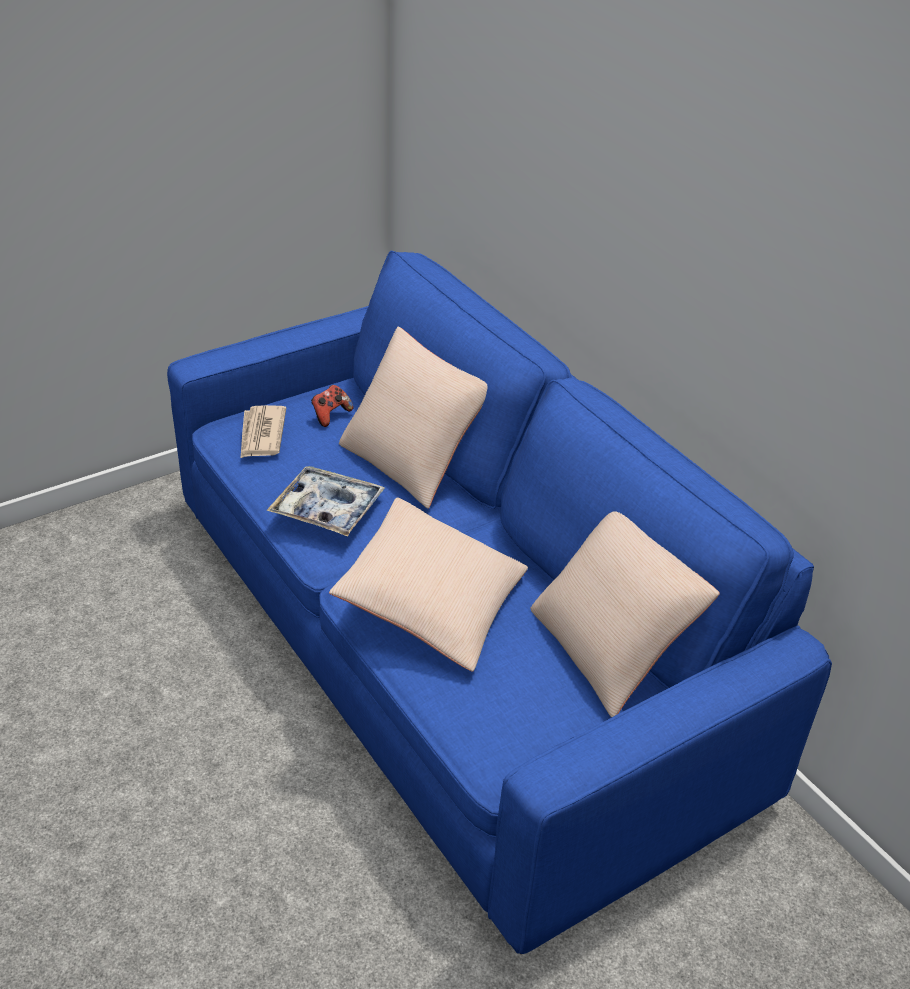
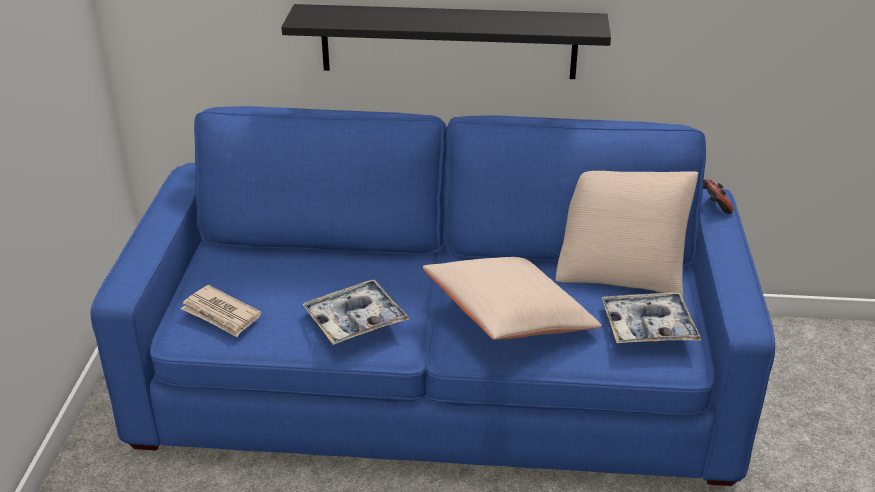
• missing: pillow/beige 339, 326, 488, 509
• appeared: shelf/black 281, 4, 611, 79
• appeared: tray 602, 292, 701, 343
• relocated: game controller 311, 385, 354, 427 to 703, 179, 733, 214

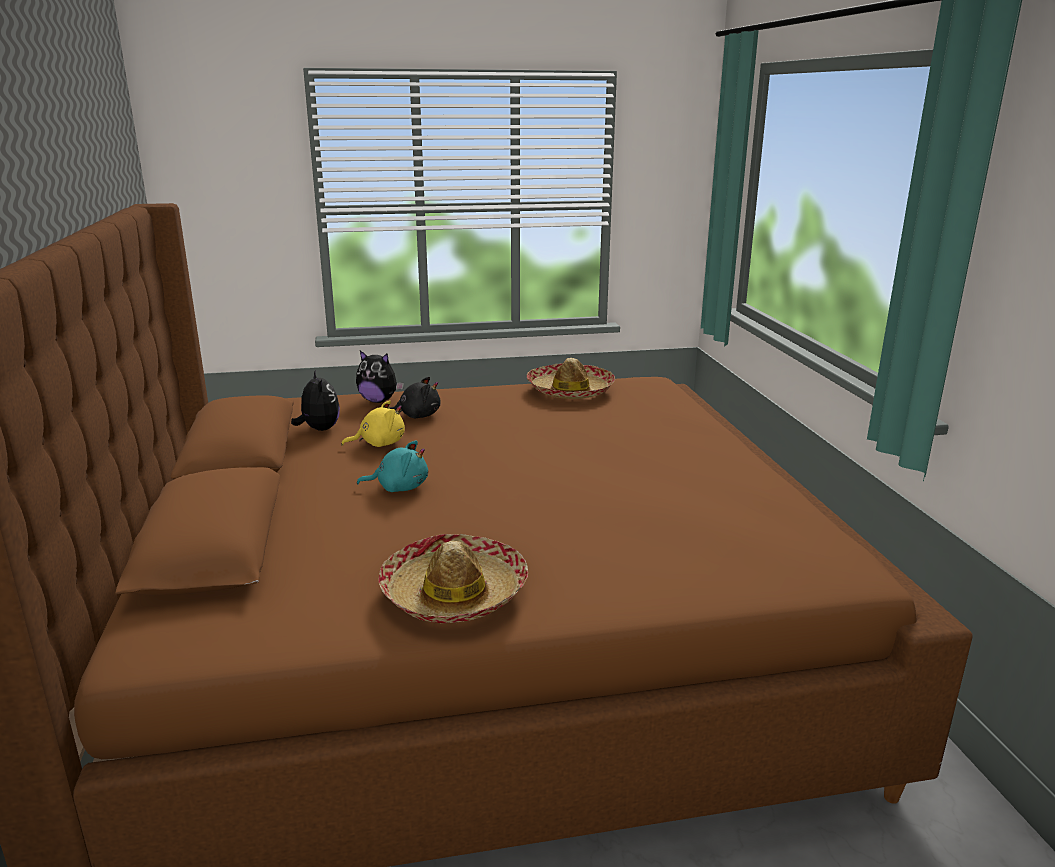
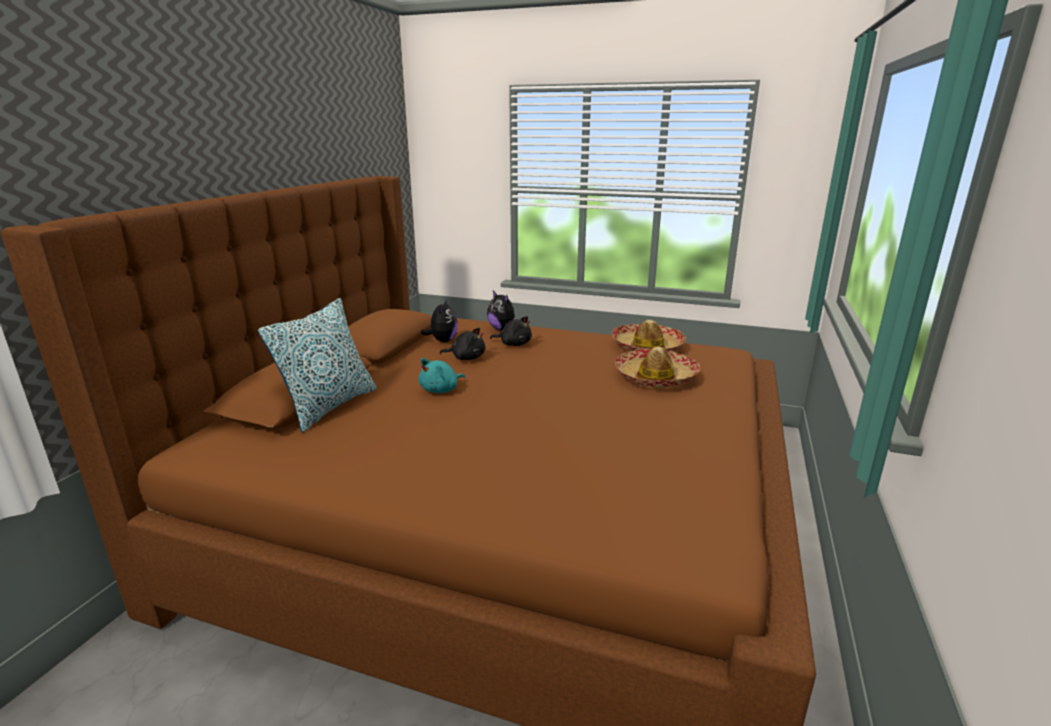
• appeared: pillow 258, 298, 377, 433
• relocated: hat 379, 534, 528, 623 to 615, 347, 700, 388
• colour: plush toy/yellow 341, 400, 405, 447 to plush toy/black 440, 328, 485, 360
• spun: plush toy/turquoise 357, 440, 428, 492 = 419, 358, 465, 393 105 degrees clockwise

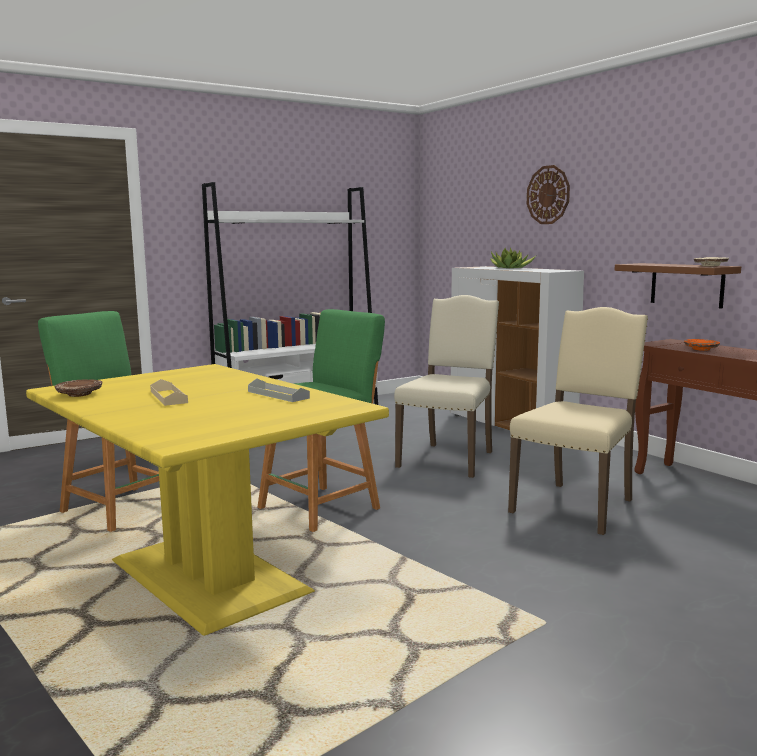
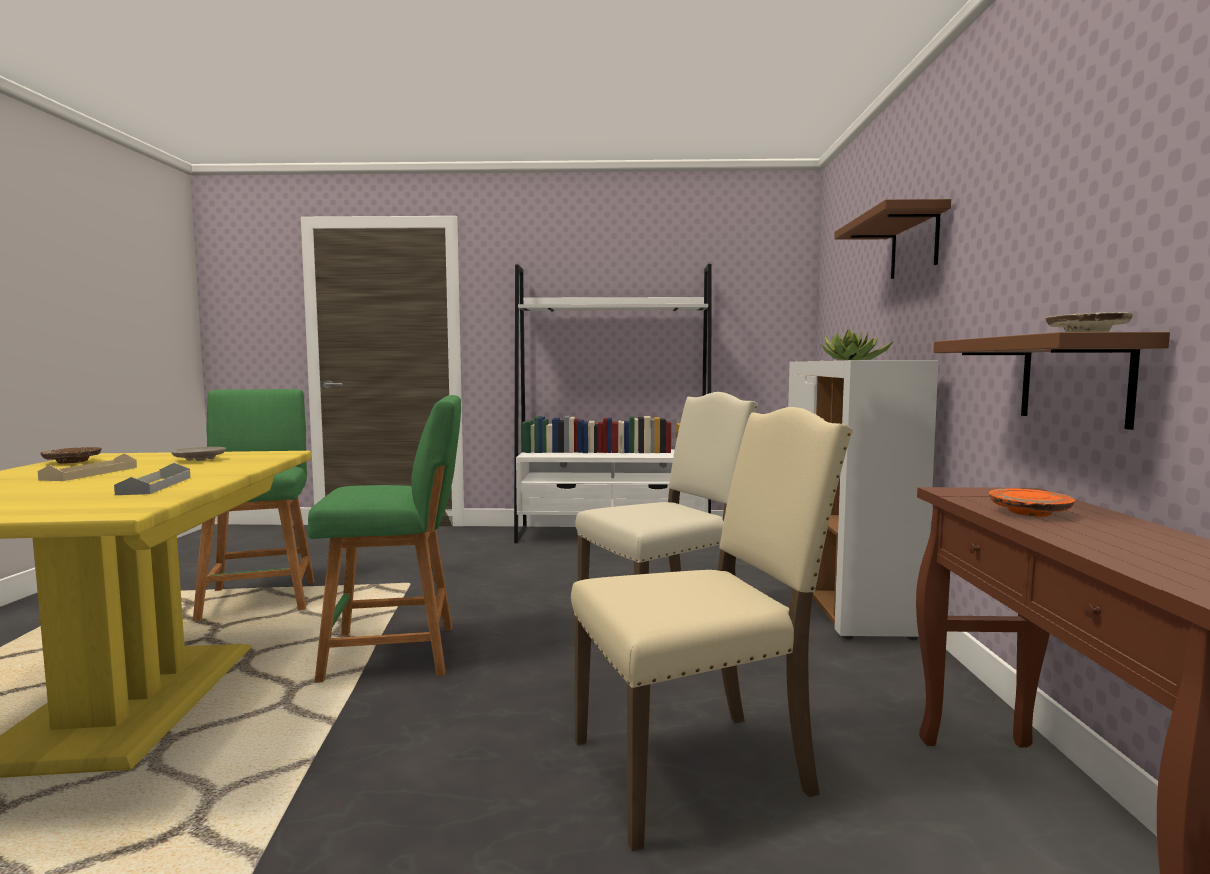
• appeared: plate/beige 171, 447, 226, 461
• exchanged: wall clock 527, 165, 570, 224 to shelf/brown 834, 199, 951, 279

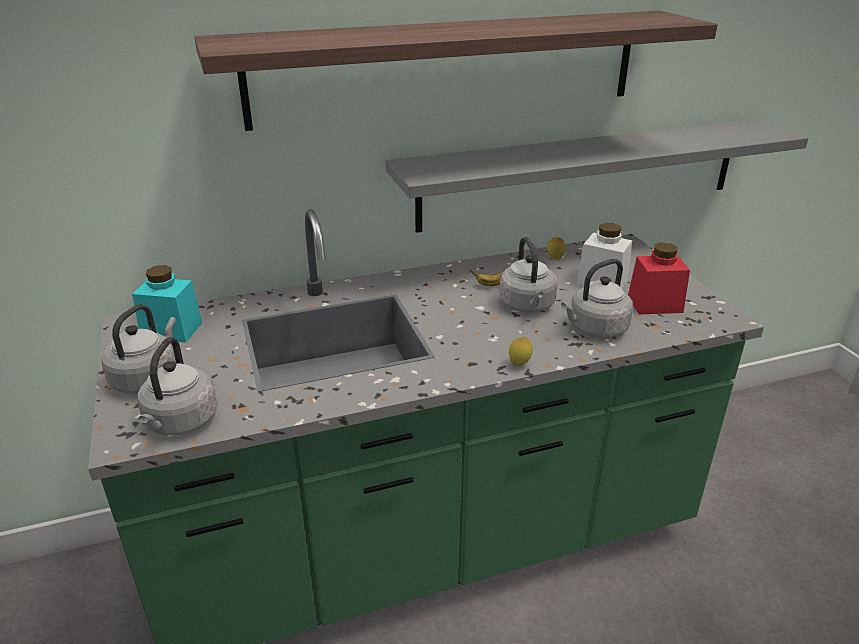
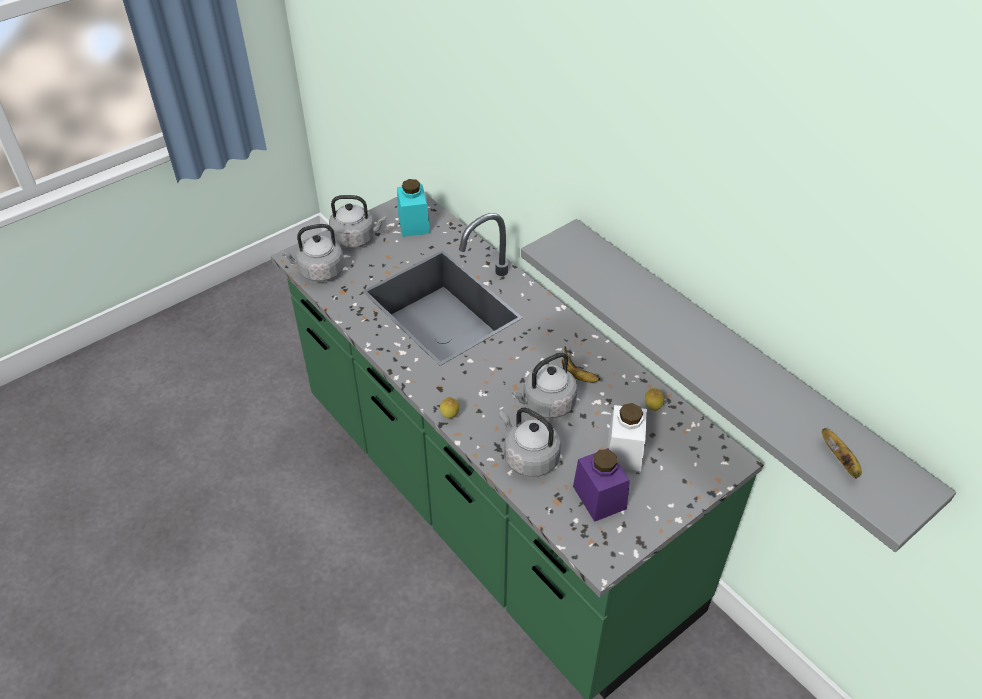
• missing: shelf 194, 11, 718, 131
• appeared: banana 822, 428, 861, 478
• colour: jar/red 628, 242, 690, 315 to jar/purple 573, 448, 630, 522

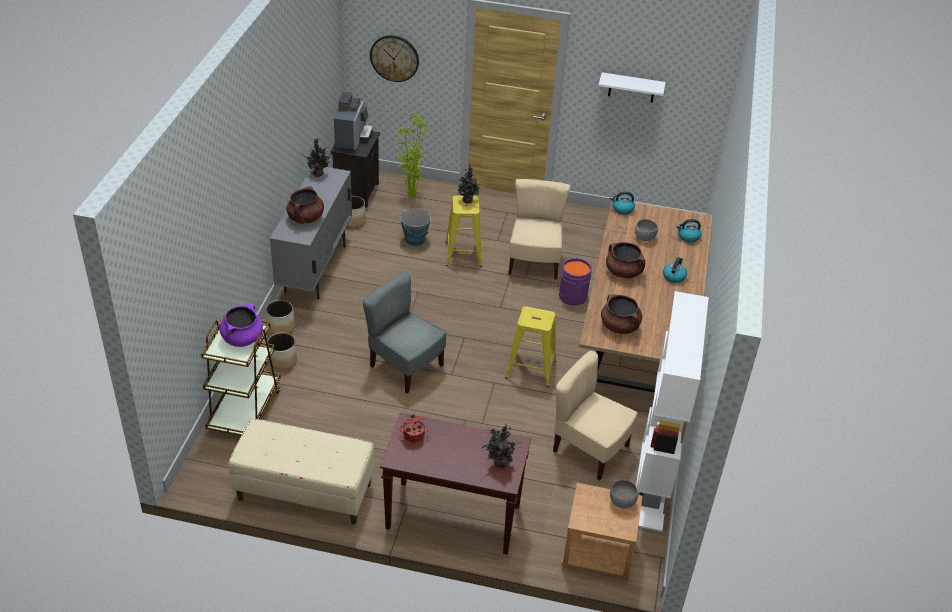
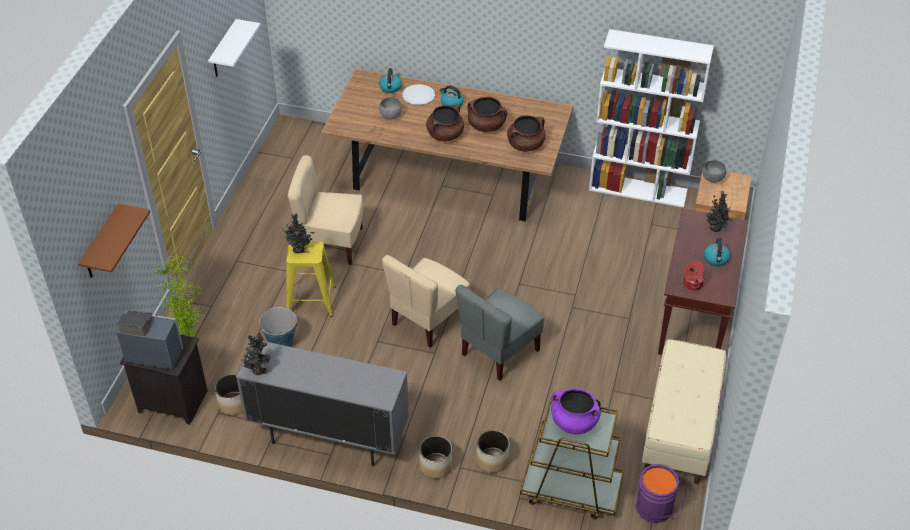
• missing: stool/yellow 505, 306, 557, 387
• appeared: plate/white 403, 84, 435, 105
• relocated: cooking pot/brown 287, 186, 324, 224 to 468, 97, 507, 132
• relocated: chair/beige 553, 350, 637, 480 to 382, 255, 470, 348
• relocated: bucket/purple 557, 258, 592, 306 to 633, 464, 686, 523
• relocated: kettle 610, 191, 635, 215 to 704, 238, 731, 266
• exchanged: wall clock 370, 35, 419, 82 to shelf/brown 78, 204, 150, 278

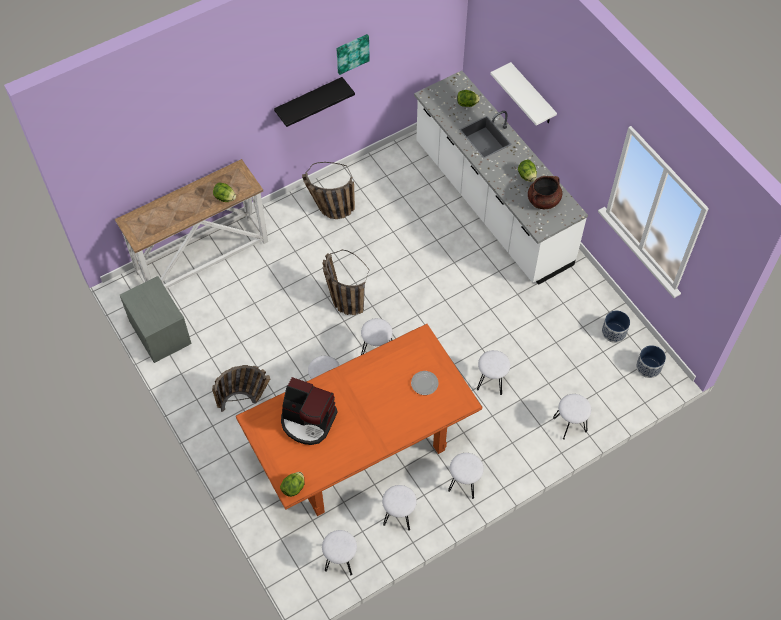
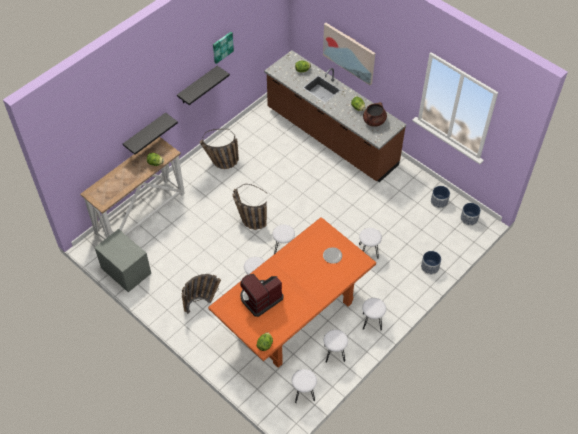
• appeared: shelf/black 123, 112, 178, 155
• exchanged: shelf/white 490, 62, 557, 125 to picture 323, 23, 375, 86
• exchanged: stool/white 553, 394, 591, 440 to planter 421, 251, 441, 275
• colour: counter/white 414, 71, 588, 285 to counter/brown 264, 50, 406, 182
• spun: coffee machine 281, 377, 338, 445 = 240, 274, 283, 317 135 degrees clockwise

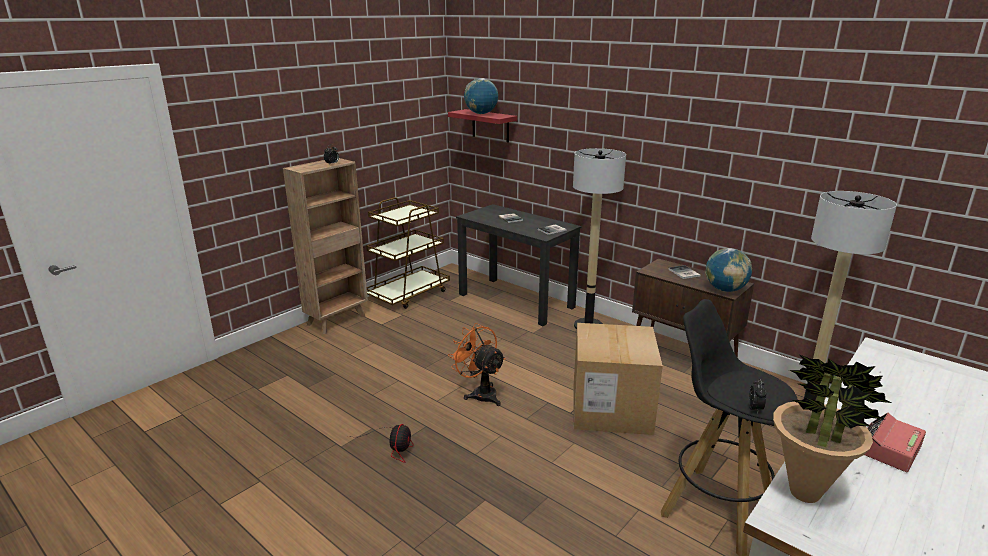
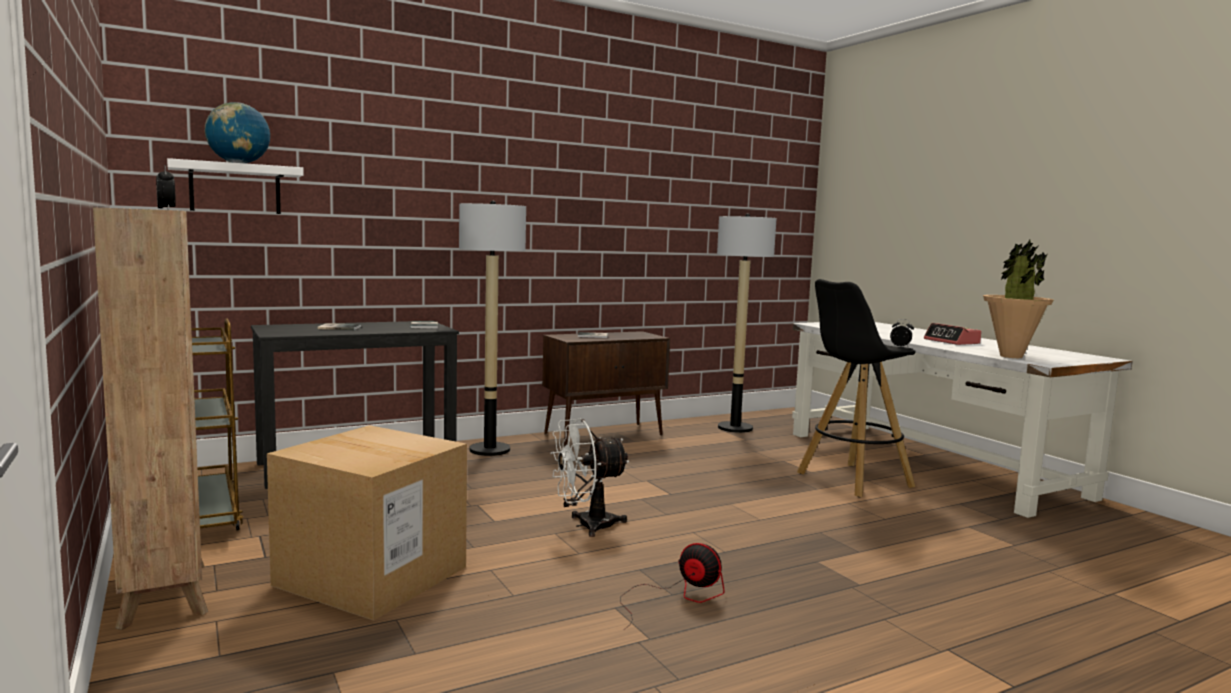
• missing: globe 706, 248, 752, 292
• relocated: cardboard box 573, 323, 663, 435 to 267, 425, 467, 621
• colour: shelf/red 448, 109, 517, 142 to shelf/white 167, 158, 304, 214
• colour: fan/orange 448, 323, 506, 406 to fan/white 550, 418, 630, 537

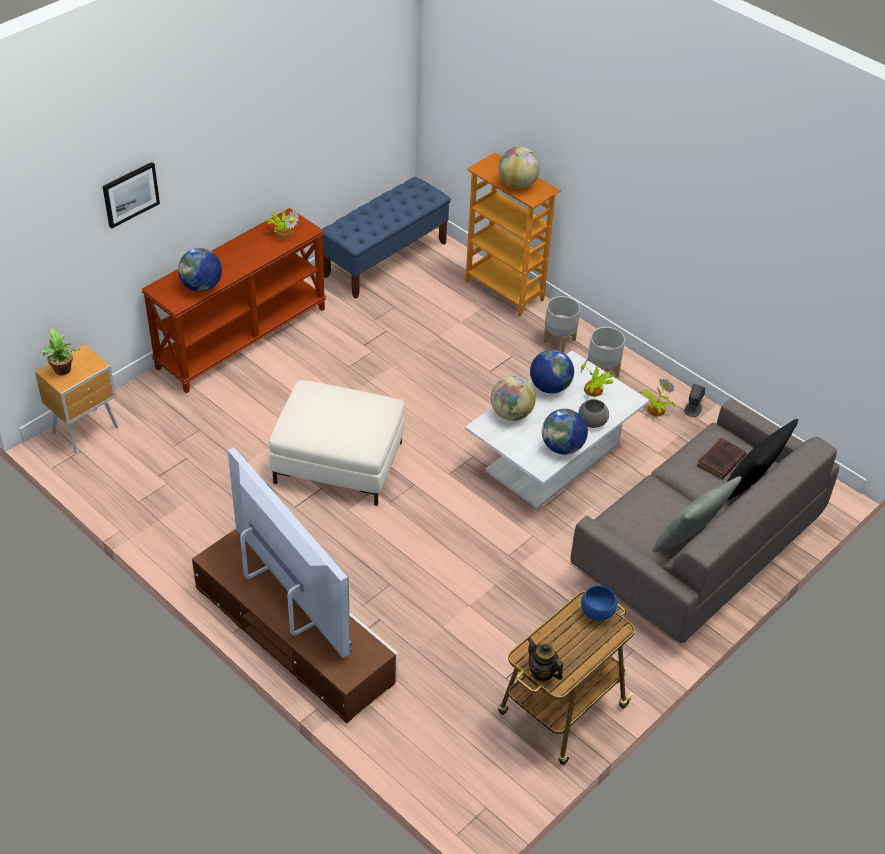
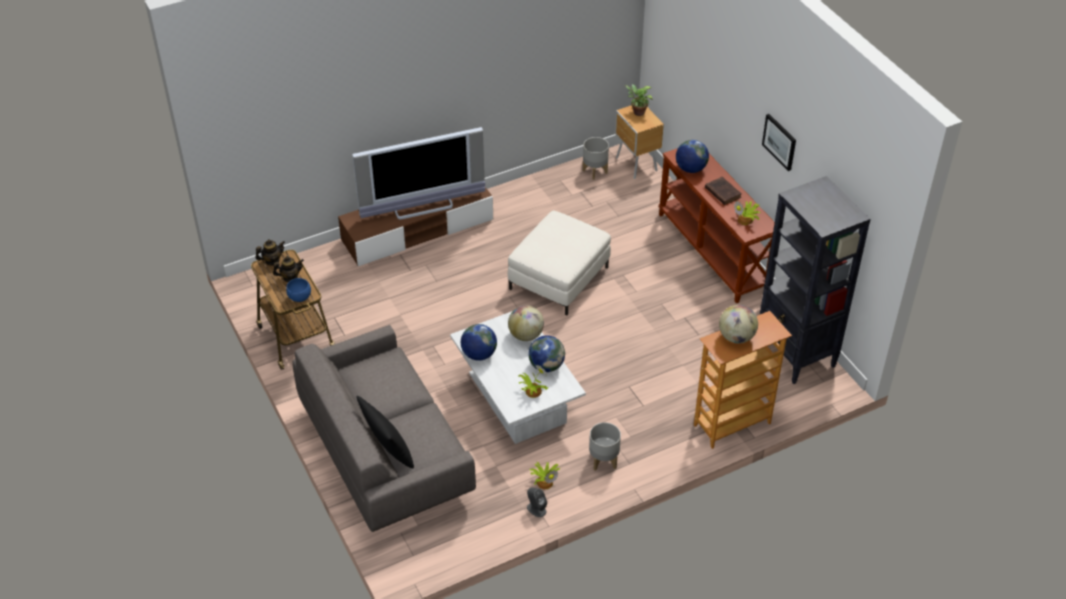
• missing: bowl/grey 578, 399, 609, 428
• missing: pillow/grey 653, 476, 742, 552
• appeared: teapot 273, 256, 304, 282
• relocated: picture 102, 162, 160, 228 to 762, 114, 796, 171
• relocated: planter/grey 543, 296, 580, 352 to 583, 137, 609, 180
• relocated: book/brown 697, 438, 746, 480 to 705, 177, 741, 205
• exchanged: bench/blue 322, 177, 451, 299 to bookcase/black 760, 176, 871, 384

